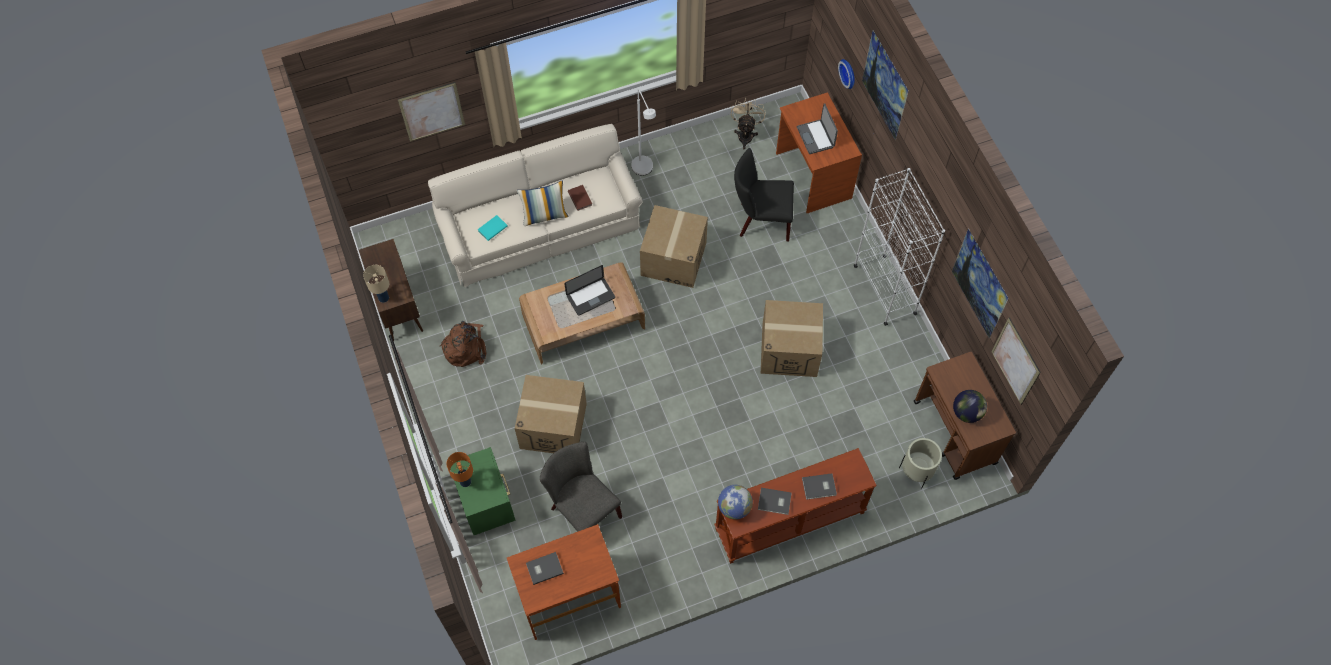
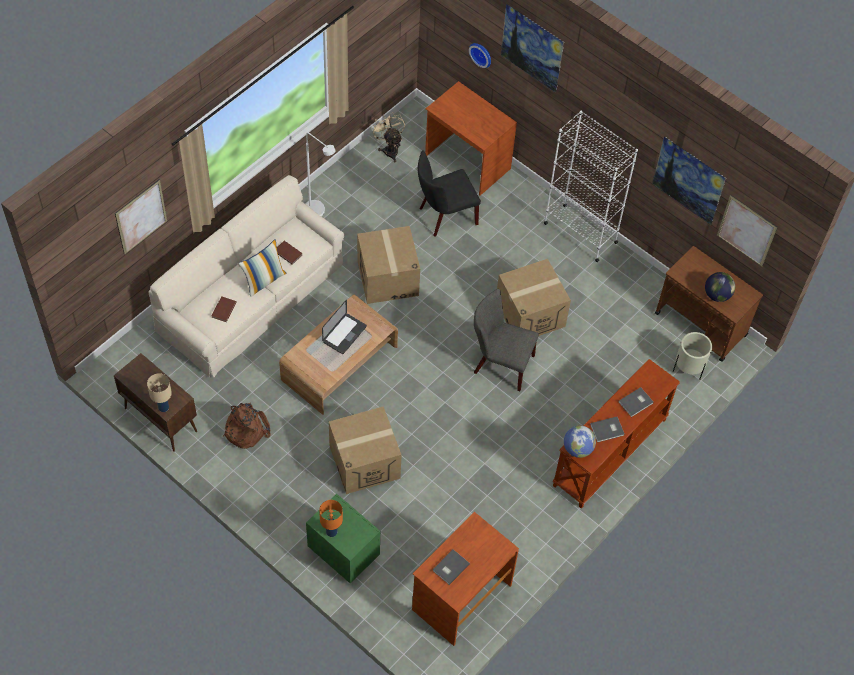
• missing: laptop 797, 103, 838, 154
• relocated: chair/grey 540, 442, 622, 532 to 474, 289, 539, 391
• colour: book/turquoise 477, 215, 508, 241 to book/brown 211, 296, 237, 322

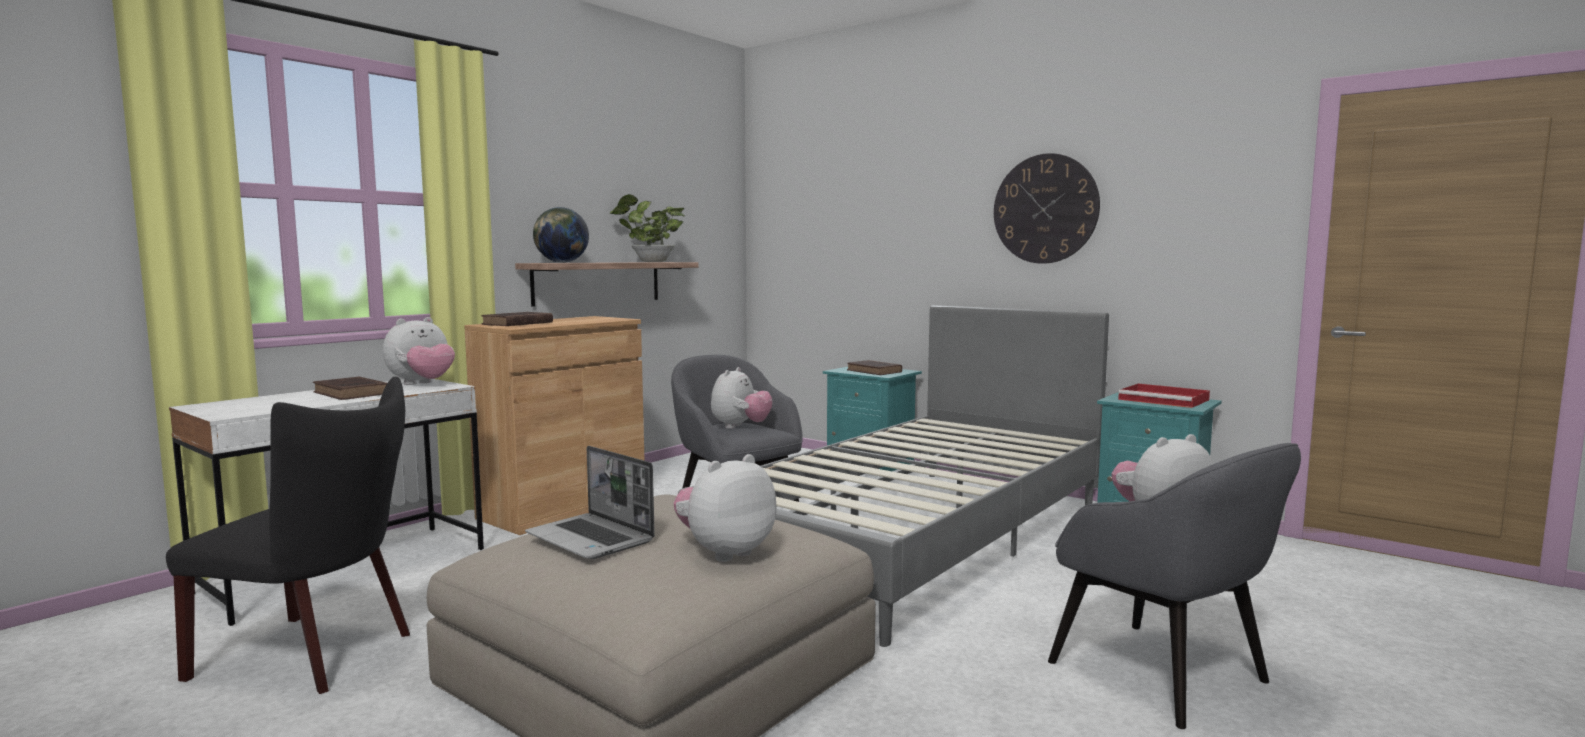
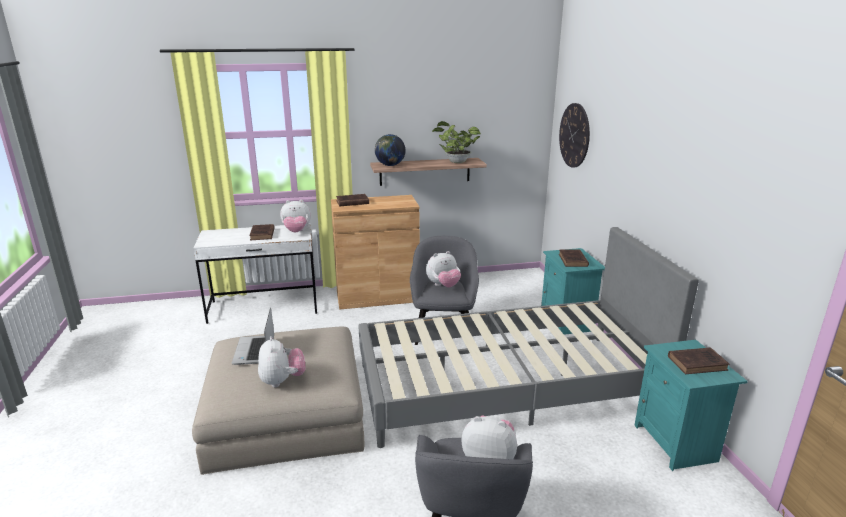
• missing: chair/black 166, 377, 410, 694
• relocated: wall clock 994, 153, 1100, 264 to 559, 103, 590, 168
• exchanged: tray/red 1118, 383, 1210, 408 to book/brown 668, 347, 730, 374
• spun: plush toy 673, 454, 776, 562 = 258, 336, 305, 387 75 degrees clockwise

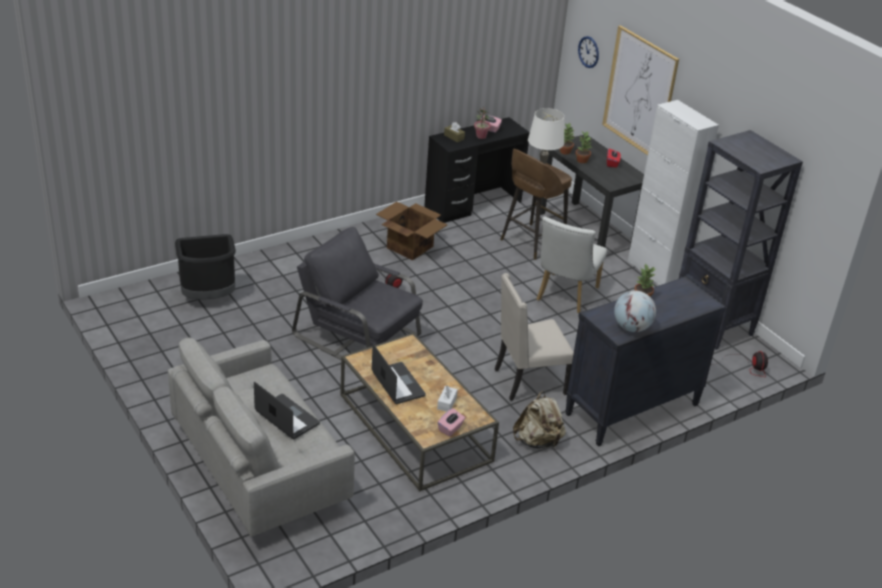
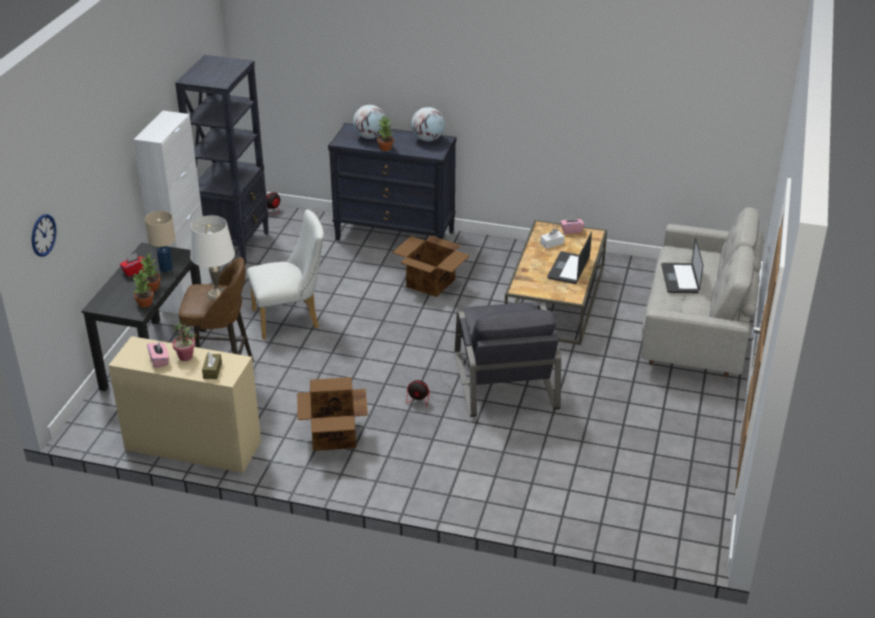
• missing: trash can/black 175, 234, 236, 300
• missing: backpack/beige 513, 391, 566, 449
• missing: picture 602, 25, 679, 155
• appeared: table lamp/beige 145, 211, 175, 272
• appeared: globe 353, 105, 386, 139
• exchanged: chair/beige 495, 273, 574, 401 to cardboard box 392, 236, 470, 297
• colour: desk/black 424, 117, 530, 223 to desk/beige 108, 336, 261, 473

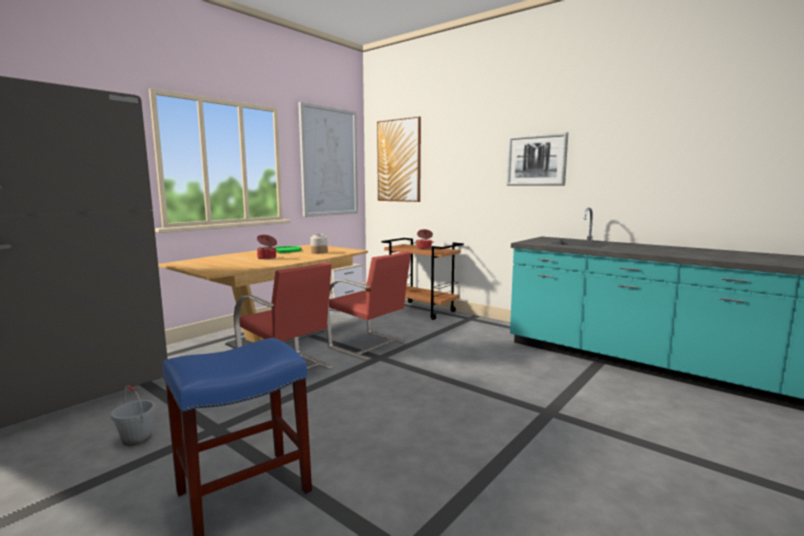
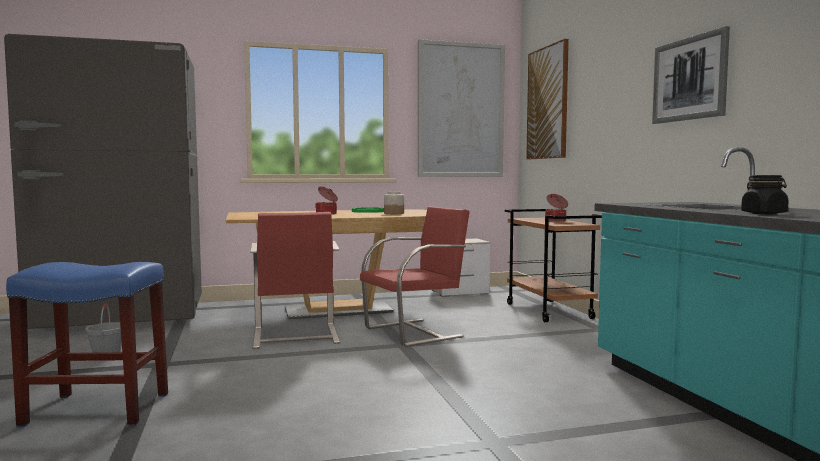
• appeared: jar/black 741, 175, 789, 214
• spun: chair/red 327, 251, 411, 360 = 360, 206, 470, 347 105 degrees counterclockwise

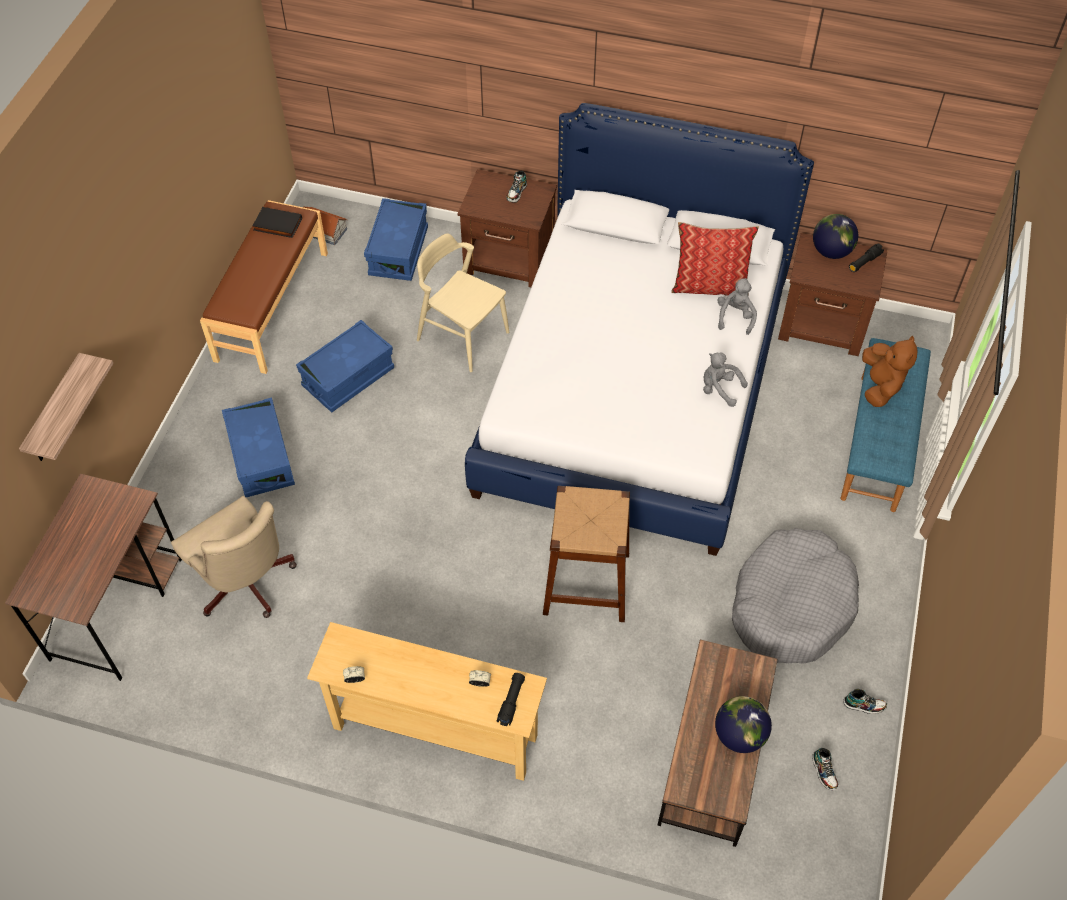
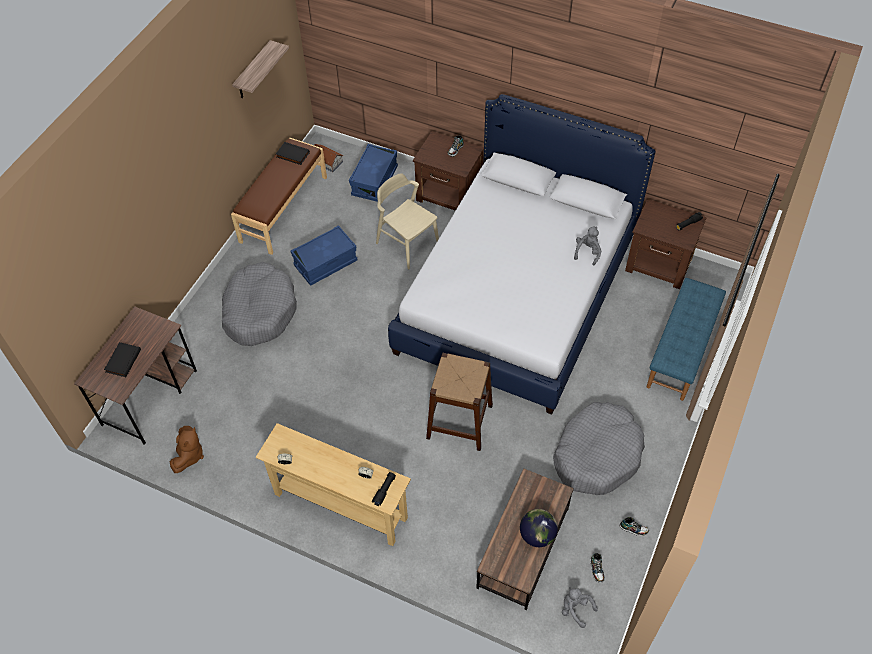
• missing: office chair/beige 171, 496, 297, 618
• missing: pillow 671, 222, 759, 296
• missing: globe 813, 214, 858, 259
• appeared: book/black 104, 342, 141, 377
• relocated: shelf 19, 353, 113, 461 to 232, 40, 289, 98
• relocated: plush toy/grey 703, 353, 748, 407 to 562, 587, 598, 628
• relocated: plush toy/brown 862, 335, 918, 407 to 170, 426, 204, 473
• exchanged: storage box/blue 222, 397, 295, 497 to dog bed/grey 222, 262, 297, 346

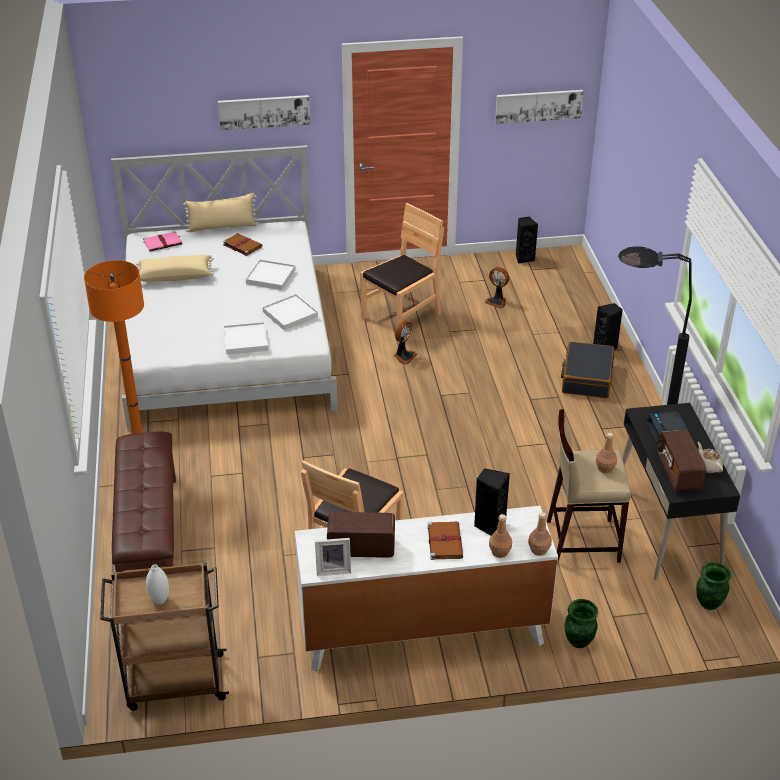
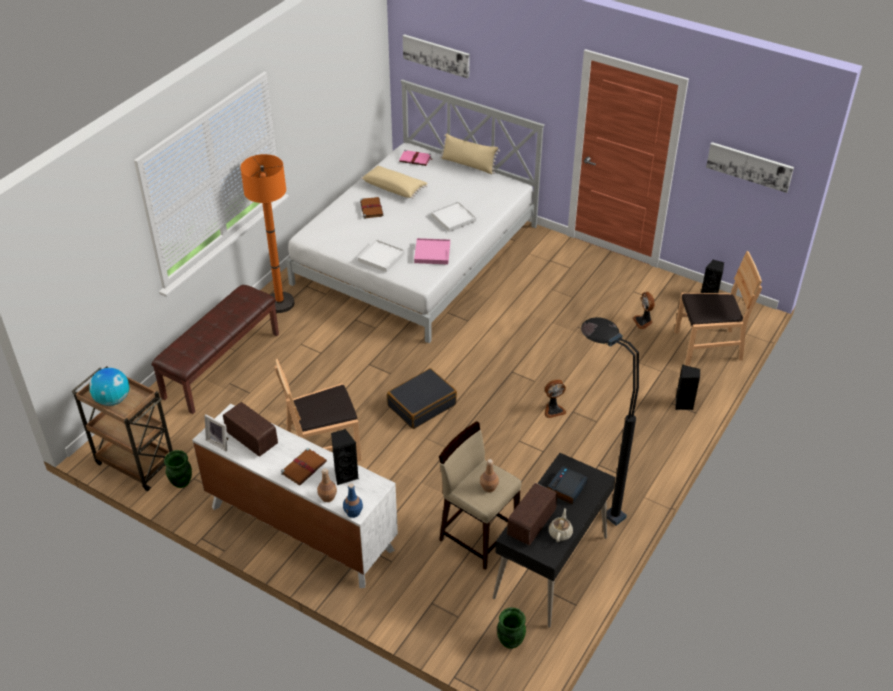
• relocated: picture 218, 95, 310, 131 to 403, 34, 470, 79
• relocated: book/brown 223, 233, 262, 256 to 360, 197, 383, 219
• relocated: chair/brown 360, 203, 444, 326 to 674, 251, 762, 365
• relocated: fan 394, 321, 418, 365 to 545, 379, 566, 418
• relocated: suitcase/black 561, 342, 614, 398 to 387, 368, 457, 429
• relocated: vase/green 564, 599, 598, 648 to 164, 450, 192, 488
• exchanged: vase/white 146, 564, 169, 604 to globe 89, 368, 130, 406
• colour: tray/white 262, 294, 318, 330 to tray/pink 414, 238, 450, 264
• colour: bottle/brown 528, 512, 552, 556 to bottle/blue 343, 483, 363, 518

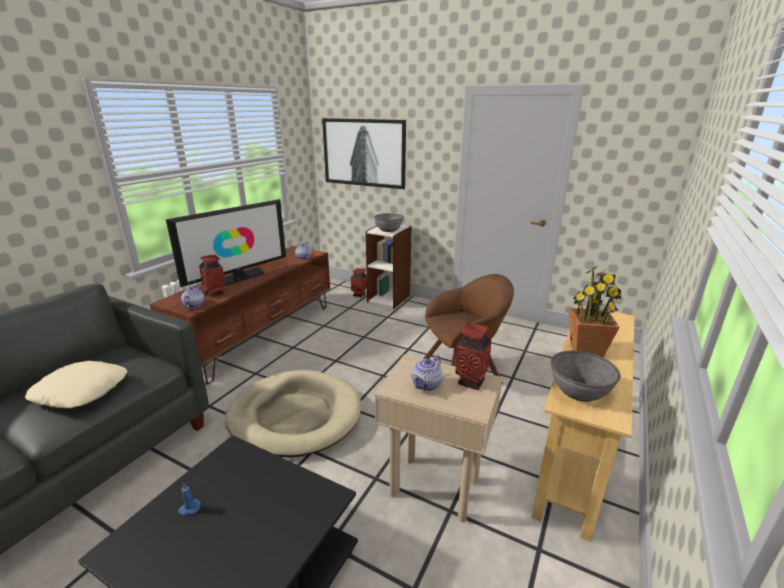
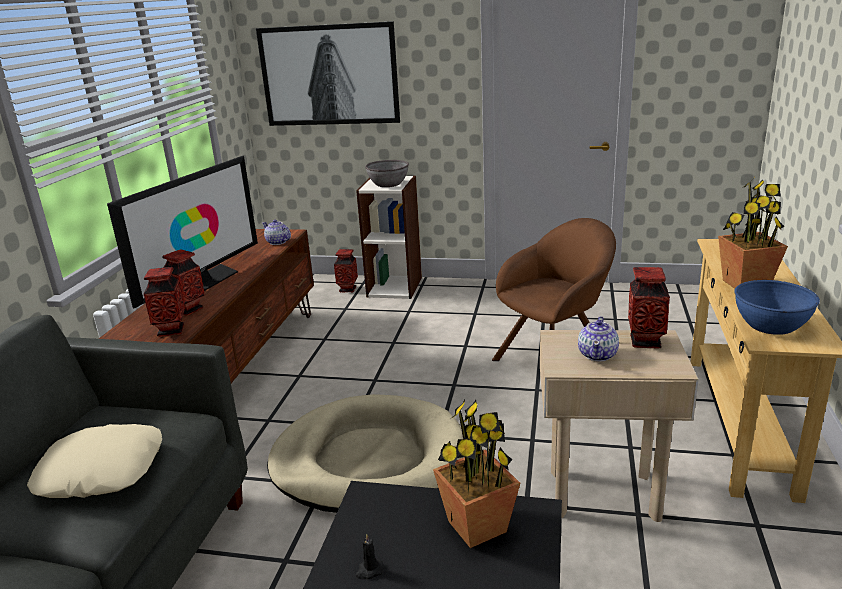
• appeared: potted plant 433, 400, 520, 548
• exchanged: teapot 181, 285, 204, 308 to vase 144, 267, 185, 337
• colour: candle/blue 178, 483, 201, 516 to candle/black 356, 533, 384, 579
• colour: bowl/grey 551, 350, 621, 402 to bowl/blue 734, 280, 820, 335

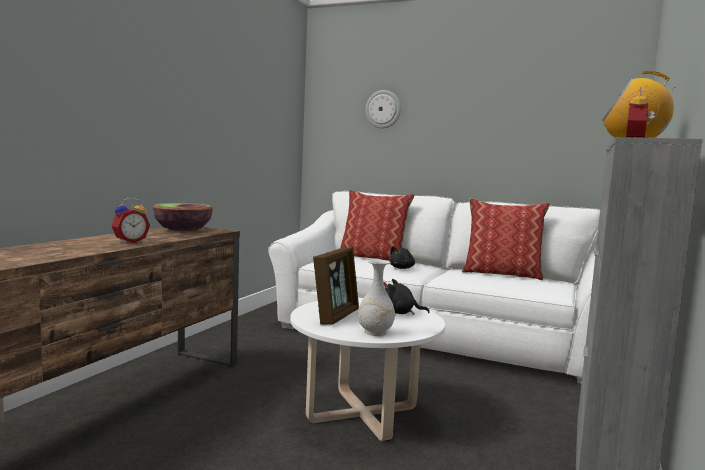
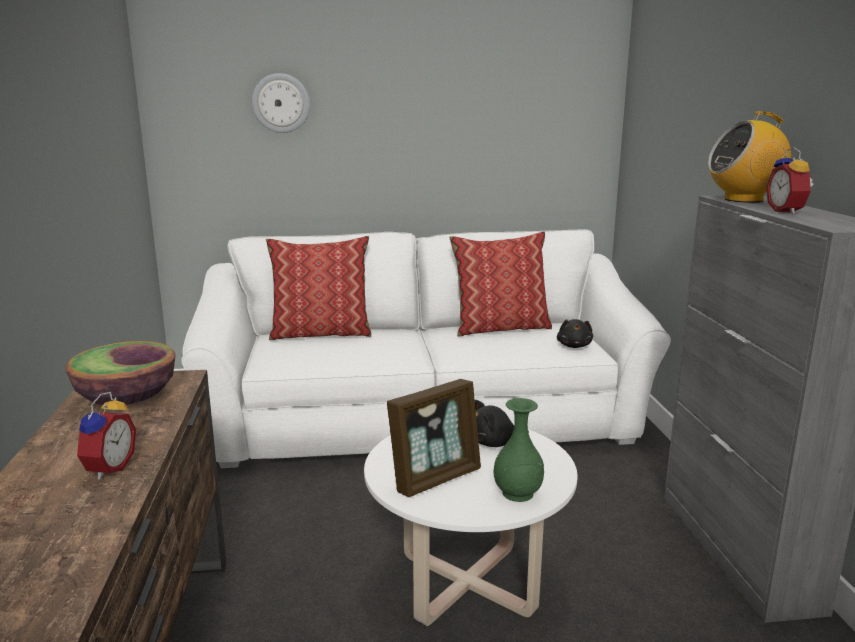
• relocated: plush toy/black 389, 246, 415, 269 to 557, 319, 593, 348
• colour: vase/white 358, 259, 395, 336 to vase/green 494, 398, 544, 502
• spun: picture frame 313, 247, 359, 325 = 387, 379, 481, 497 60 degrees clockwise

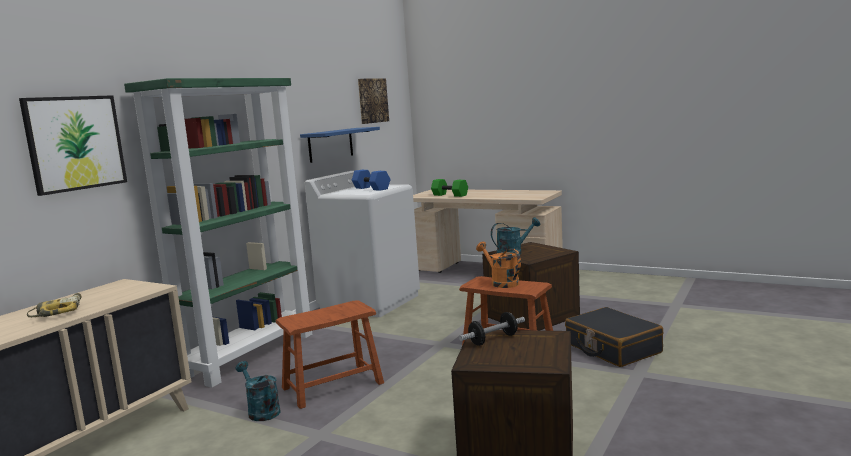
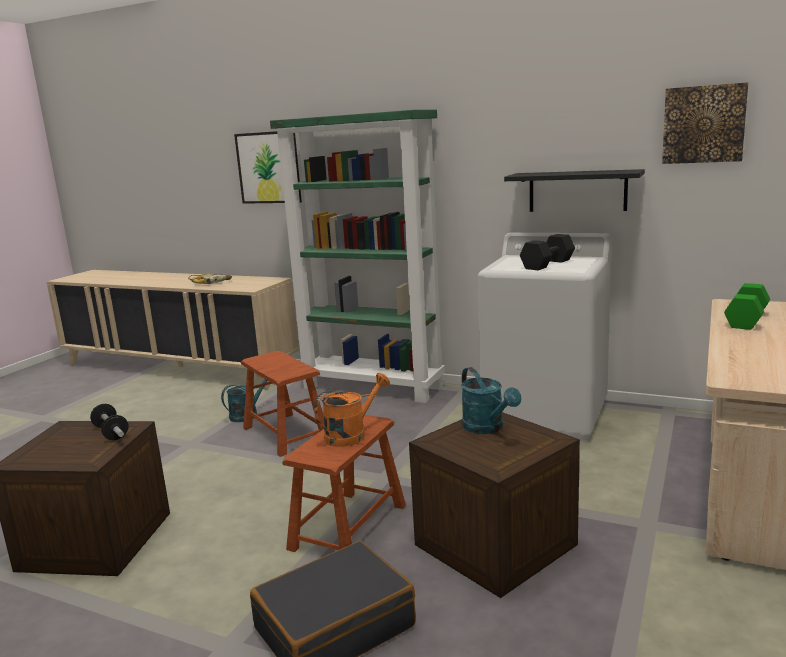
• colour: shelf/blue 300, 127, 380, 163 to shelf/black 504, 169, 645, 212
• colour: dumbbell/blue 352, 170, 390, 191 to dumbbell/black 520, 234, 575, 270

